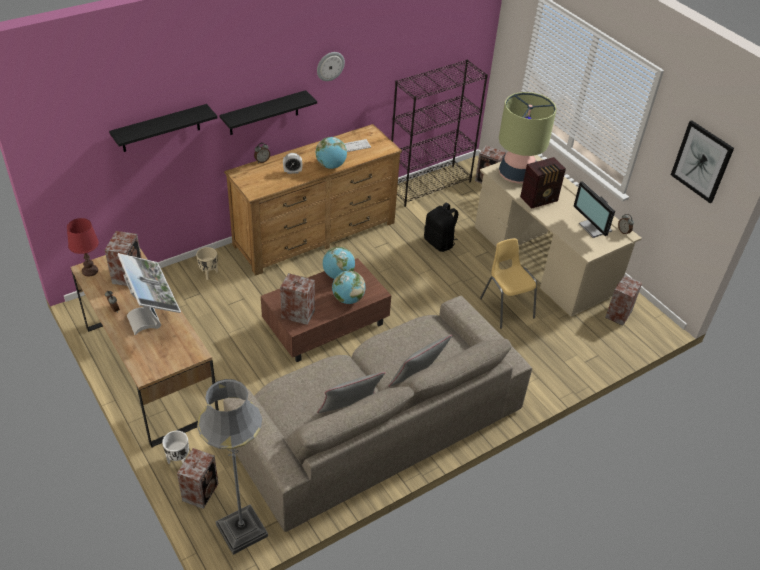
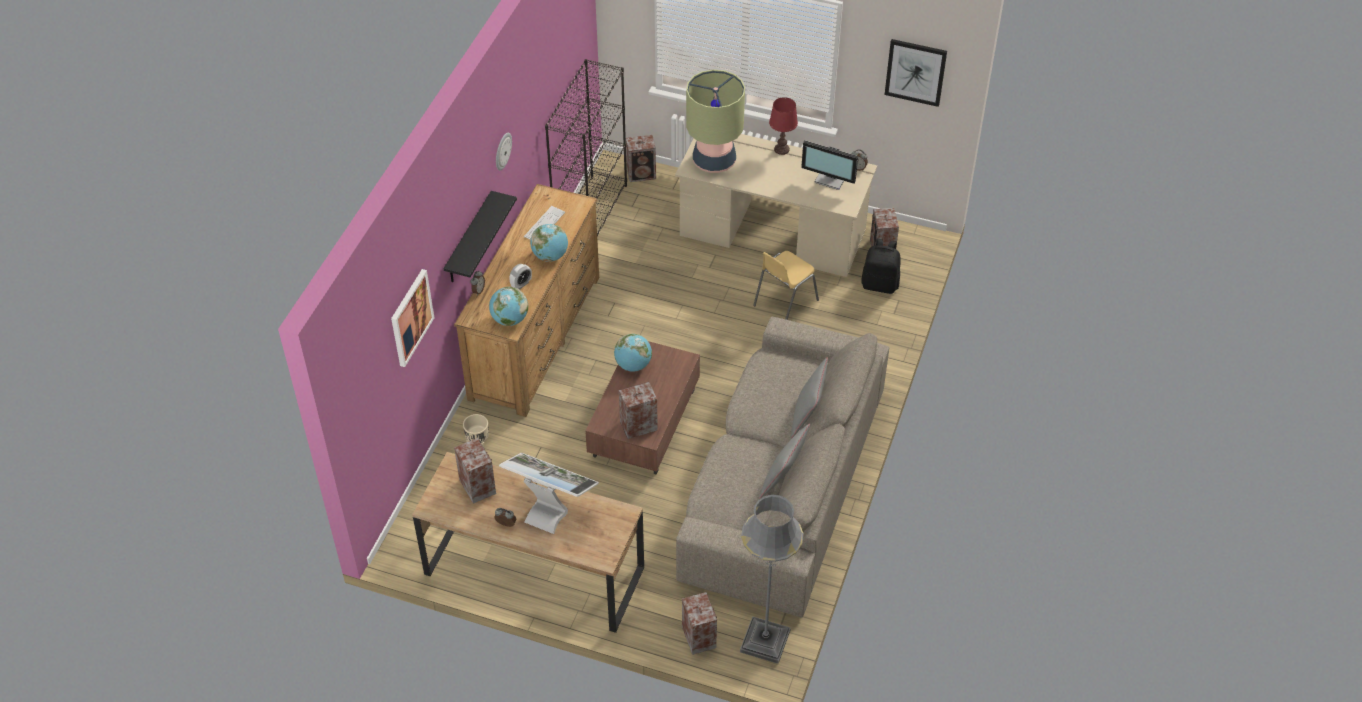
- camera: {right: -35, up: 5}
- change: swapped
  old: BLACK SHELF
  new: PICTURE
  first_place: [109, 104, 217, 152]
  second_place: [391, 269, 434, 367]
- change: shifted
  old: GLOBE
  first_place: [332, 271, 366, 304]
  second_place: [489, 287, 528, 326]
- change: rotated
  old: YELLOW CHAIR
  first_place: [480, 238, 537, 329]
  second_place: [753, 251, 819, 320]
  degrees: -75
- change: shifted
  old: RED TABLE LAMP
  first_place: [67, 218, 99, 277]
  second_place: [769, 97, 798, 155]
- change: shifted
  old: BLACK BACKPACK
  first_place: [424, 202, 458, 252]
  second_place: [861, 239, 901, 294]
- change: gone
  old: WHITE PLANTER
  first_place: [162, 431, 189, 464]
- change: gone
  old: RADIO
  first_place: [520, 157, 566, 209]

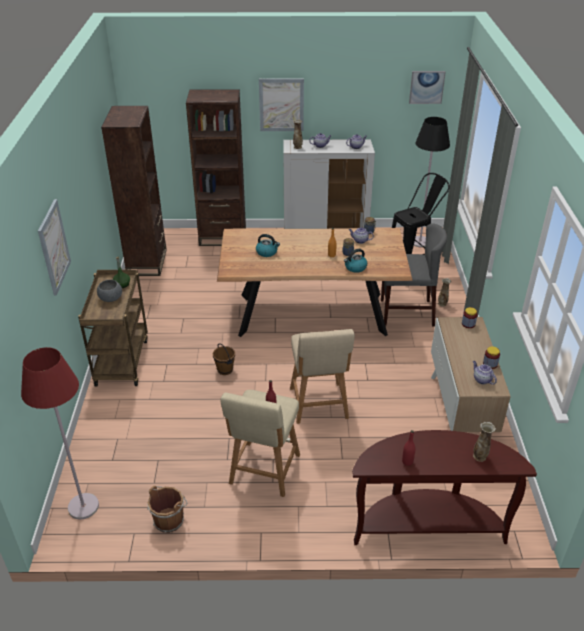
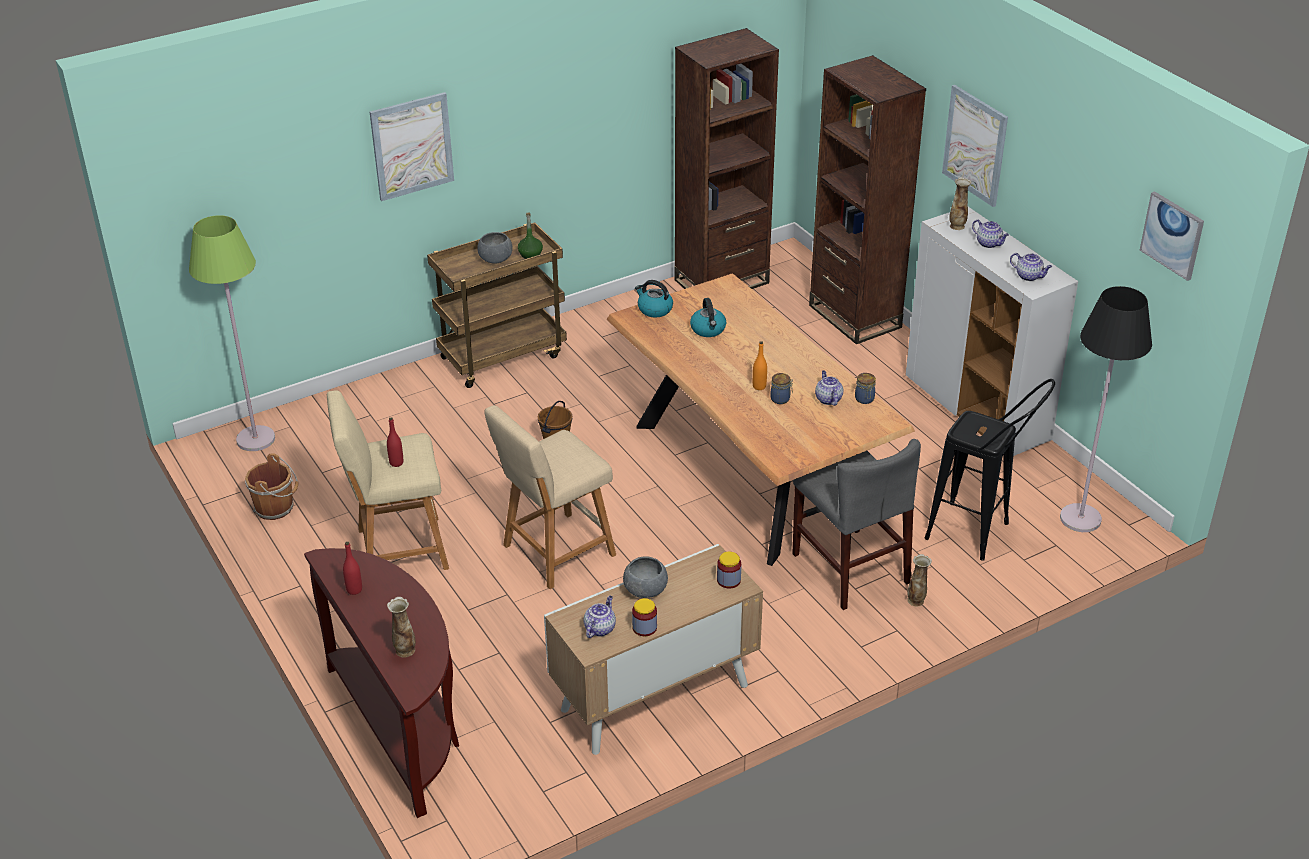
- camera: {right: 60, up: 0}
- change: repainted
  old: RED FLOOR LAMP
  new: GREEN FLOOR LAMP
  first_place: [21, 347, 99, 519]
  second_place: [189, 215, 275, 451]
- change: new
  new: GREY BOWL
  second_place: [623, 556, 668, 598]
- change: shifted
  old: KETTLE
  first_place: [344, 249, 367, 273]
  second_place: [635, 280, 673, 318]

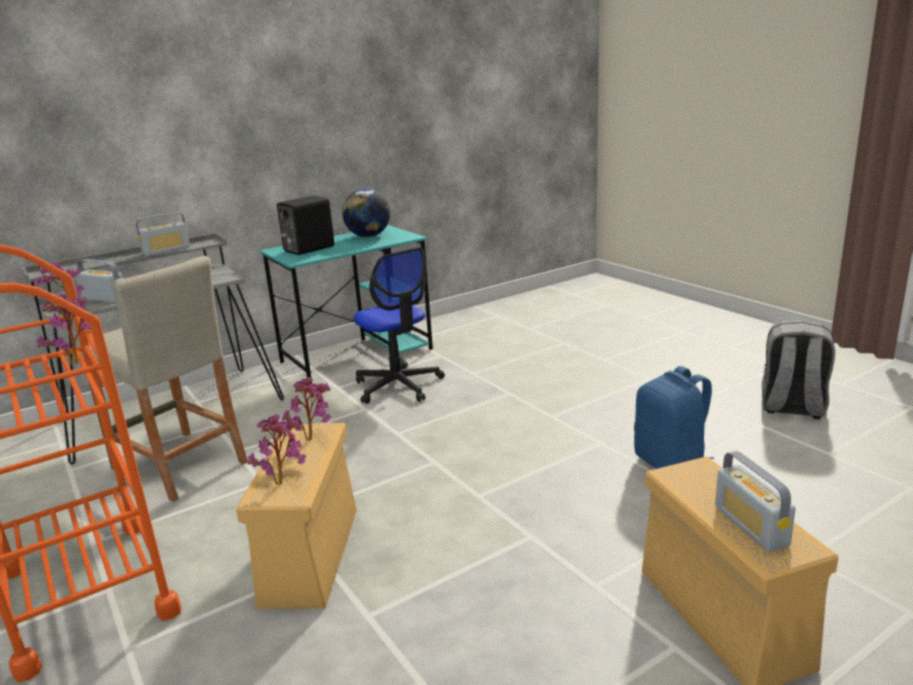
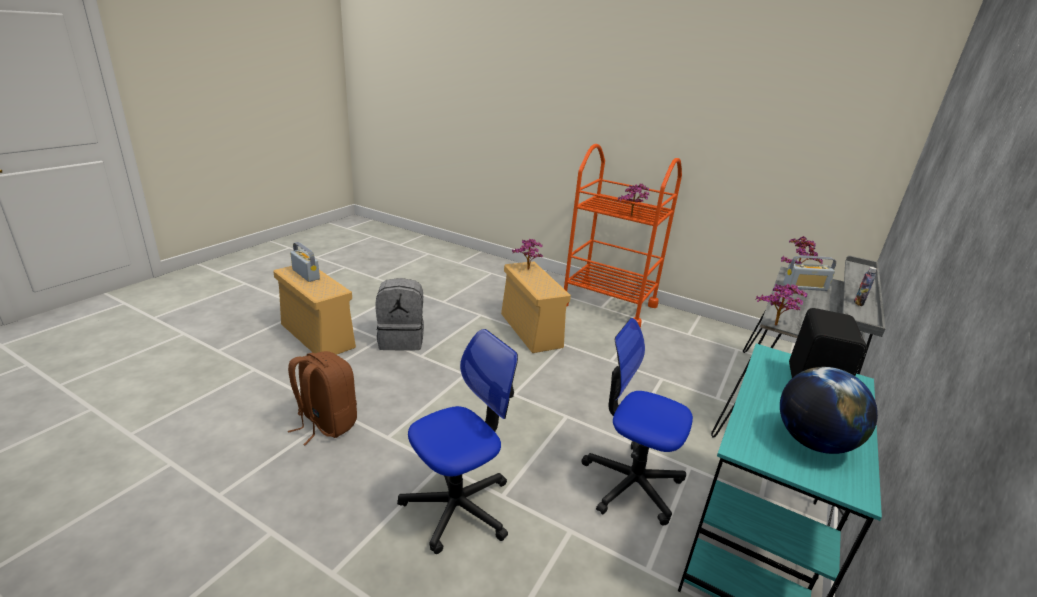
- camera: {right: 150, up: 5}
- change: repainted
  old: BLUE BACKPACK
  new: BROWN BACKPACK
  first_place: [634, 366, 714, 469]
  second_place: [288, 351, 357, 445]
- change: shifted
  old: GREY BACKPACK
  first_place: [762, 320, 835, 419]
  second_place: [376, 278, 424, 350]
- change: new
  new: OFFICE CHAIR
  second_place: [397, 329, 518, 554]
- change: shifted
  old: POTTED PLANT
  first_place: [282, 377, 331, 441]
  second_place: [756, 283, 807, 325]
- change: swapped
  old: RADIO
  new: BOTTLE
  first_place: [136, 212, 190, 256]
  second_place: [854, 267, 877, 306]
- change: gone
  old: BEIGE STOOL
  first_place: [80, 256, 248, 502]

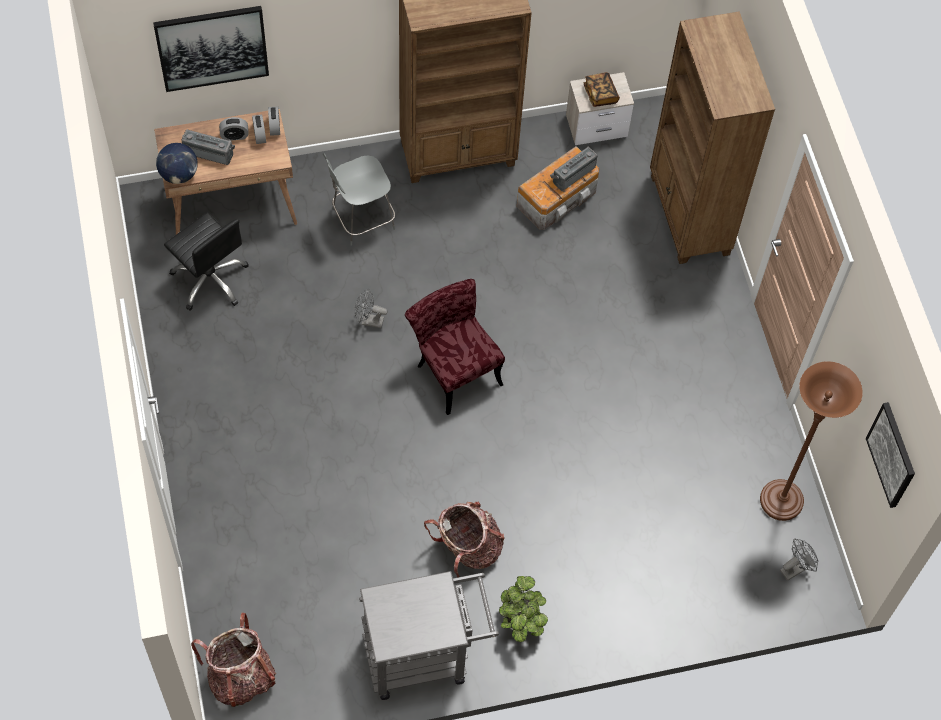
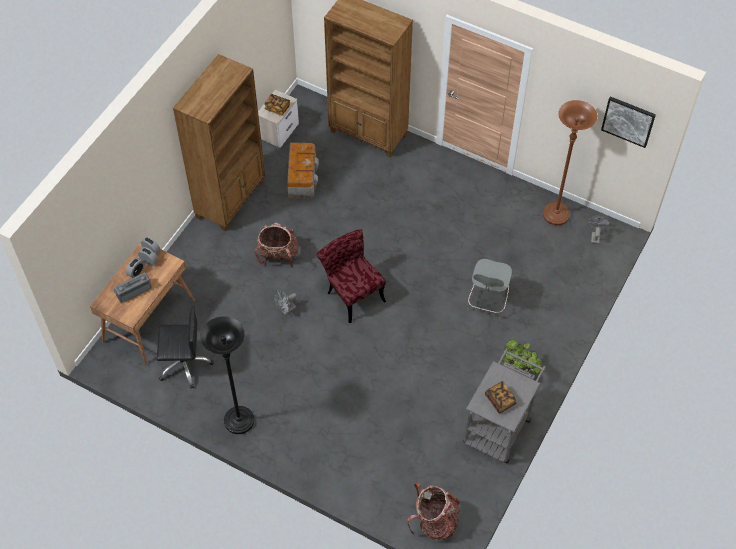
- camera: {right: -45, up: -5}
- change: new
  new: BLACK FLOOR LAMP
  second_place: [200, 316, 254, 434]
- change: shifted
  old: BACKPACK
  first_place: [424, 501, 505, 578]
  second_place: [255, 222, 298, 268]
- change: rotated
  old: RED CHAIR
  first_place: [405, 279, 505, 415]
  second_place: [317, 229, 386, 323]
  degrees: 45
- change: shifted
  old: GREY CHAIR
  first_place: [323, 153, 395, 245]
  second_place: [468, 259, 512, 319]
- change: new
  new: BOOK
  second_place: [485, 381, 516, 413]
- change: gone
  old: PICTURE
  first_place: [153, 6, 269, 92]
- change: gone
  old: GLOBE
  first_place: [156, 143, 198, 184]
- change: gone
  old: RADIO
  first_place: [550, 147, 597, 191]

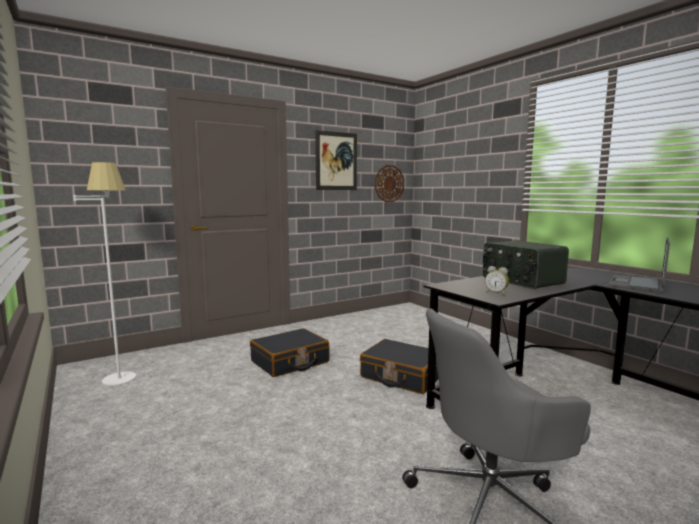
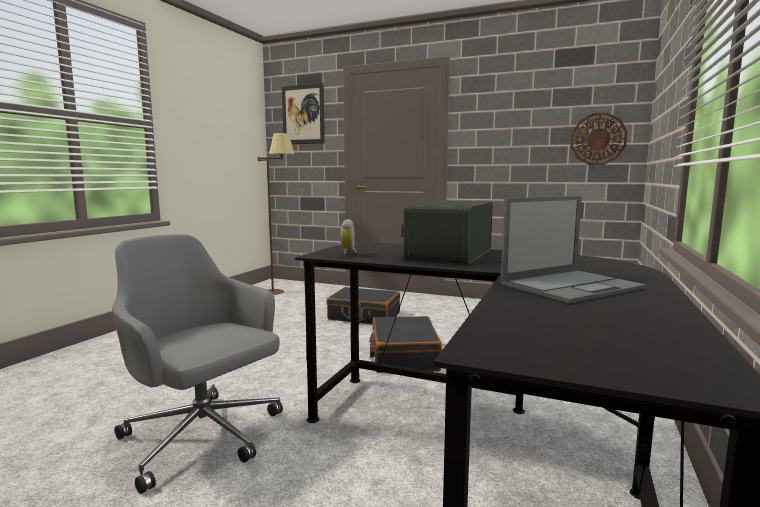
- camera: {right: 55, up: 0}
- change: repainted
  old: WHITE FLOOR LAMP
  new: BROWN FLOOR LAMP
  first_place: [73, 162, 136, 385]
  second_place: [258, 133, 294, 295]
- change: shifted
  old: PICTURE
  first_place: [315, 130, 357, 190]
  second_place: [282, 83, 325, 144]
- change: rotated
  old: LAPTOP
  first_place: [609, 237, 670, 292]
  second_place: [500, 196, 647, 304]
  degrees: 150

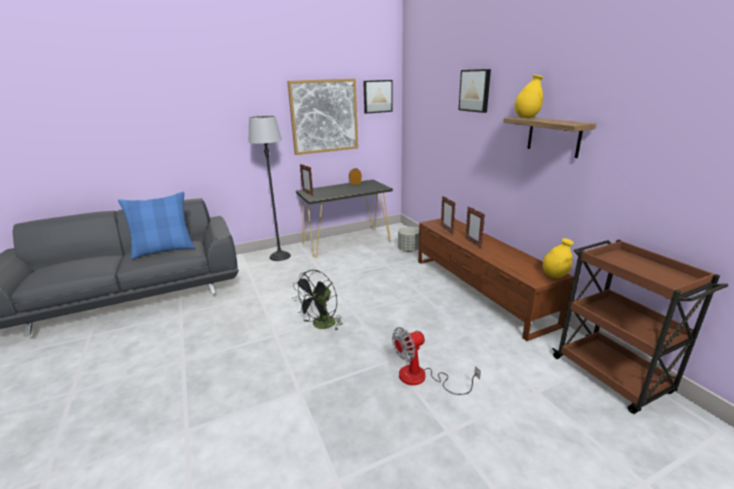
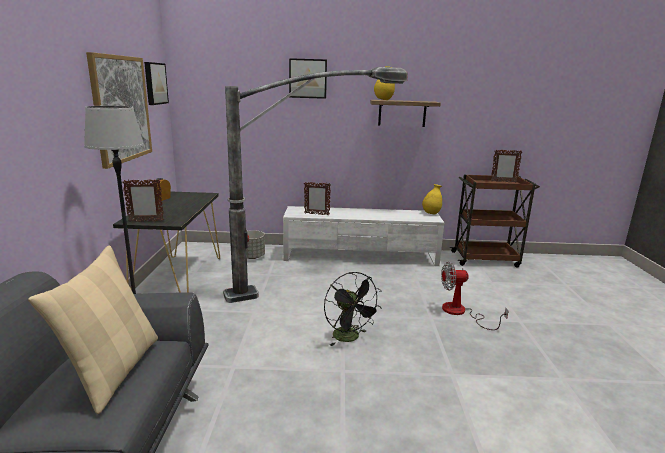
- camera: {right: -65, up: -5}
- change: repainted
  old: BLUE PILLOW
  new: BEIGE PILLOW
  first_place: [118, 192, 195, 259]
  second_place: [28, 245, 158, 414]
- change: new
  new: FLOOR LAMP
  second_place: [223, 67, 408, 303]
- change: repainted
  old: BROWN TV STAND
  new: WHITE TV STAND
  first_place: [418, 218, 574, 341]
  second_place: [283, 206, 444, 266]
- change: rotated
  old: FAN
  first_place: [392, 327, 481, 395]
  second_place: [441, 262, 509, 330]
  degrees: 90
- change: shifted
  old: PICTURE FRAME
  first_place: [466, 206, 485, 248]
  second_place: [491, 150, 522, 183]

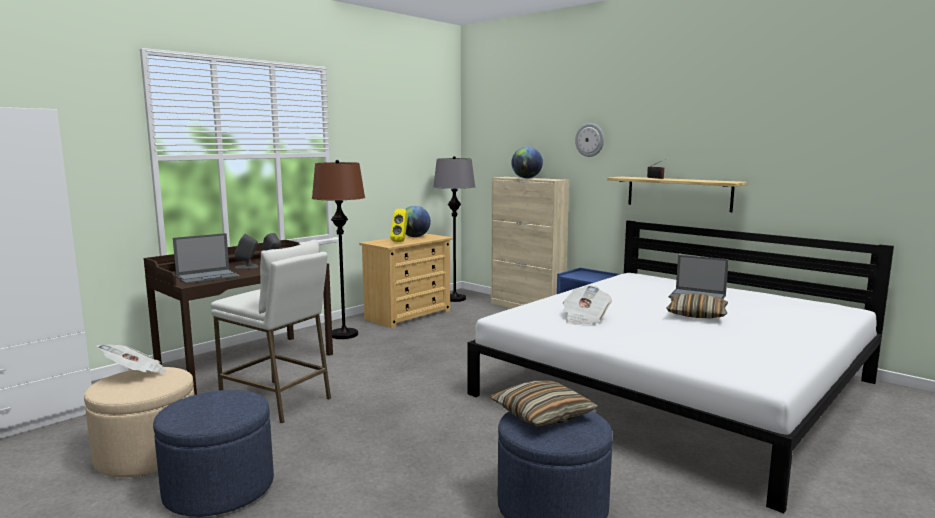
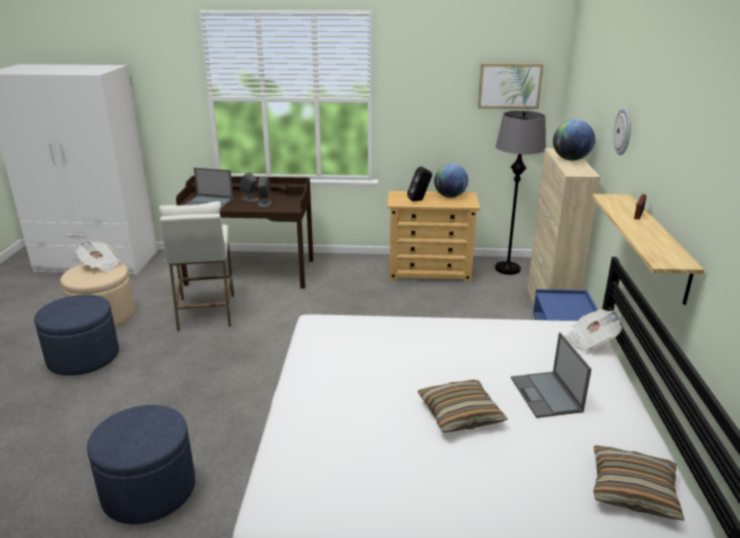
- camera: {right: 50, up: 15}
- change: repainted
  old: YELLOW SPEAKER
  new: BLACK SPEAKER
  first_place: [390, 209, 408, 242]
  second_place: [407, 166, 432, 201]
- change: new
  new: PICTURE
  second_place: [478, 63, 544, 109]
- change: shifted
  old: NEWSPAPER
  first_place: [563, 285, 612, 325]
  second_place: [564, 309, 622, 351]
- change: shifted
  old: PILLOW
  first_place: [491, 381, 599, 427]
  second_place: [593, 445, 685, 521]
- change: gone
  old: BROWN FLOOR LAMP
  first_place: [312, 160, 365, 339]

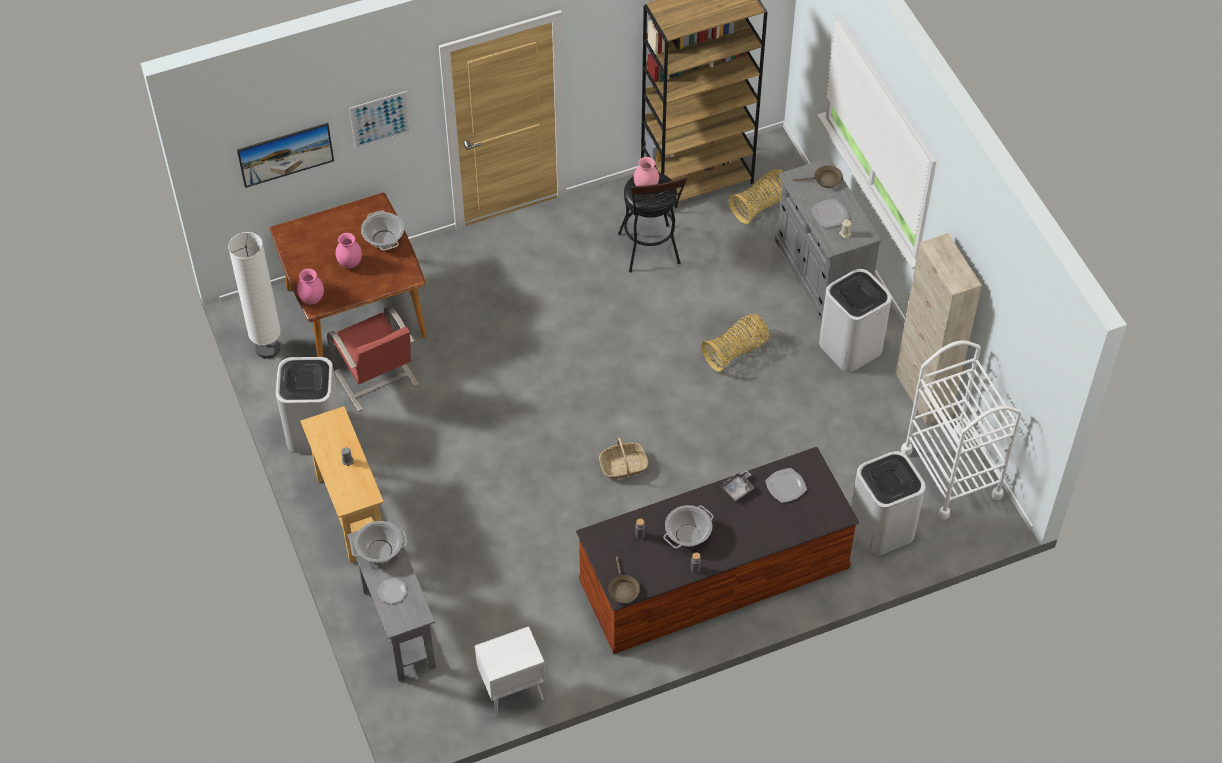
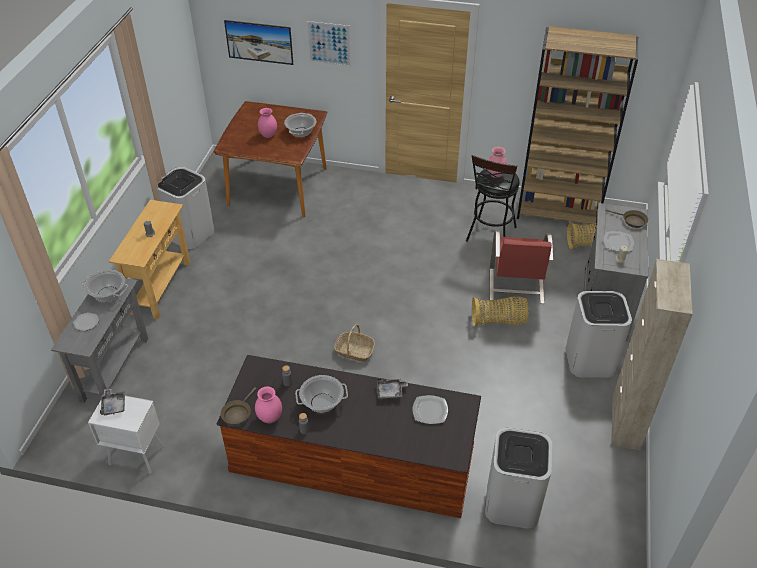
- camera: {right: 35, up: -10}
- change: new
  new: GREY TRAY
  second_place: [100, 389, 125, 415]
- change: shifted
  old: PINK VASE
  first_place: [297, 269, 324, 305]
  second_place: [255, 387, 282, 423]
- change: shifted
  old: RED CHAIR
  first_place: [327, 306, 419, 411]
  second_place: [489, 230, 554, 304]
- change: gone
  old: WHITE FLOOR LAMP
  first_place: [228, 232, 281, 359]
- change: gone
  old: WHITE CART
  first_place: [901, 340, 1022, 520]

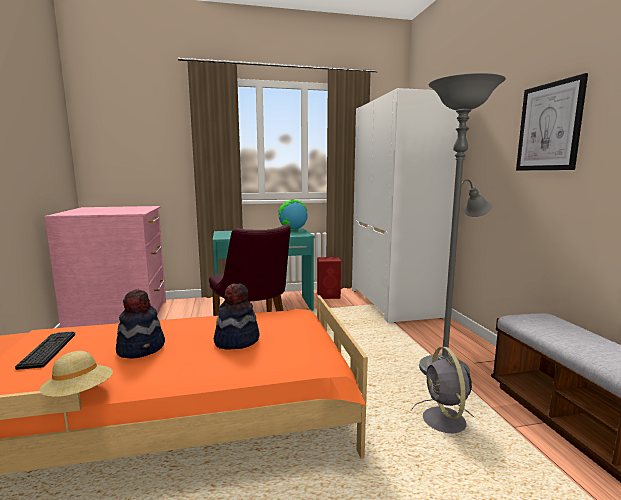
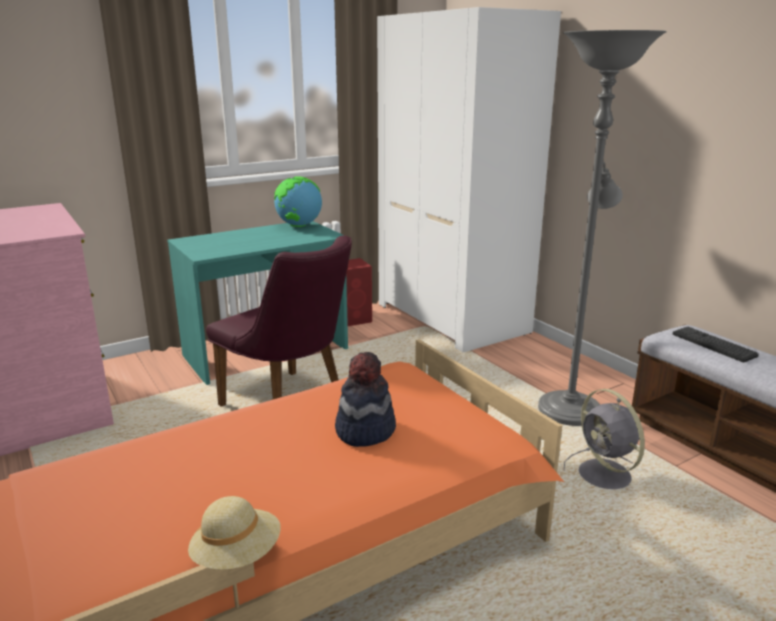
- camera: {right: -20, up: 10}
- change: shifted
  old: KEYBOARD
  first_place: [15, 331, 75, 370]
  second_place: [672, 327, 759, 362]
- change: gone
  old: HAT
  first_place: [116, 289, 165, 358]
- change: gone
  old: PICTURE
  first_place: [516, 73, 588, 170]

